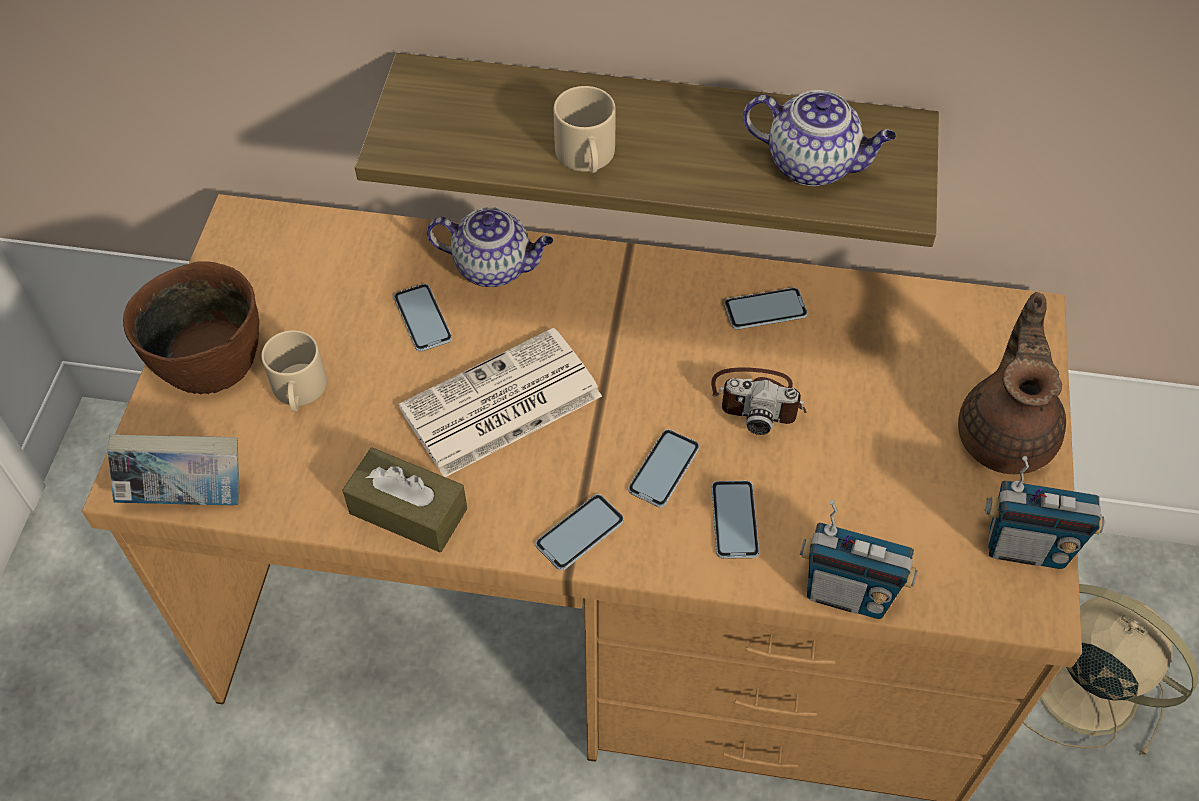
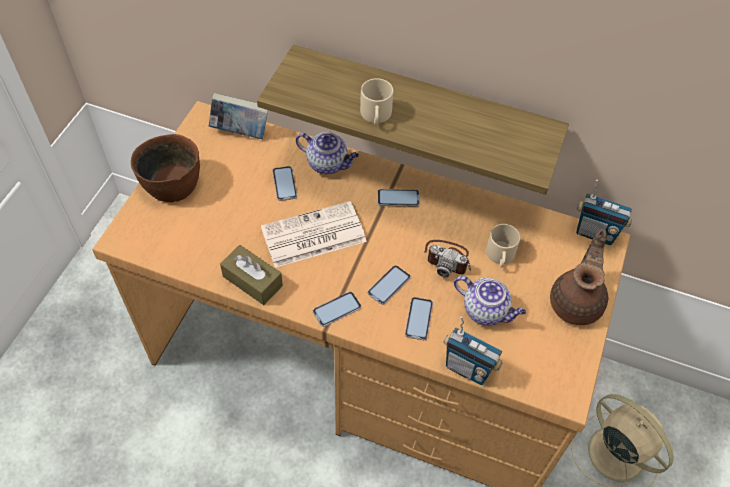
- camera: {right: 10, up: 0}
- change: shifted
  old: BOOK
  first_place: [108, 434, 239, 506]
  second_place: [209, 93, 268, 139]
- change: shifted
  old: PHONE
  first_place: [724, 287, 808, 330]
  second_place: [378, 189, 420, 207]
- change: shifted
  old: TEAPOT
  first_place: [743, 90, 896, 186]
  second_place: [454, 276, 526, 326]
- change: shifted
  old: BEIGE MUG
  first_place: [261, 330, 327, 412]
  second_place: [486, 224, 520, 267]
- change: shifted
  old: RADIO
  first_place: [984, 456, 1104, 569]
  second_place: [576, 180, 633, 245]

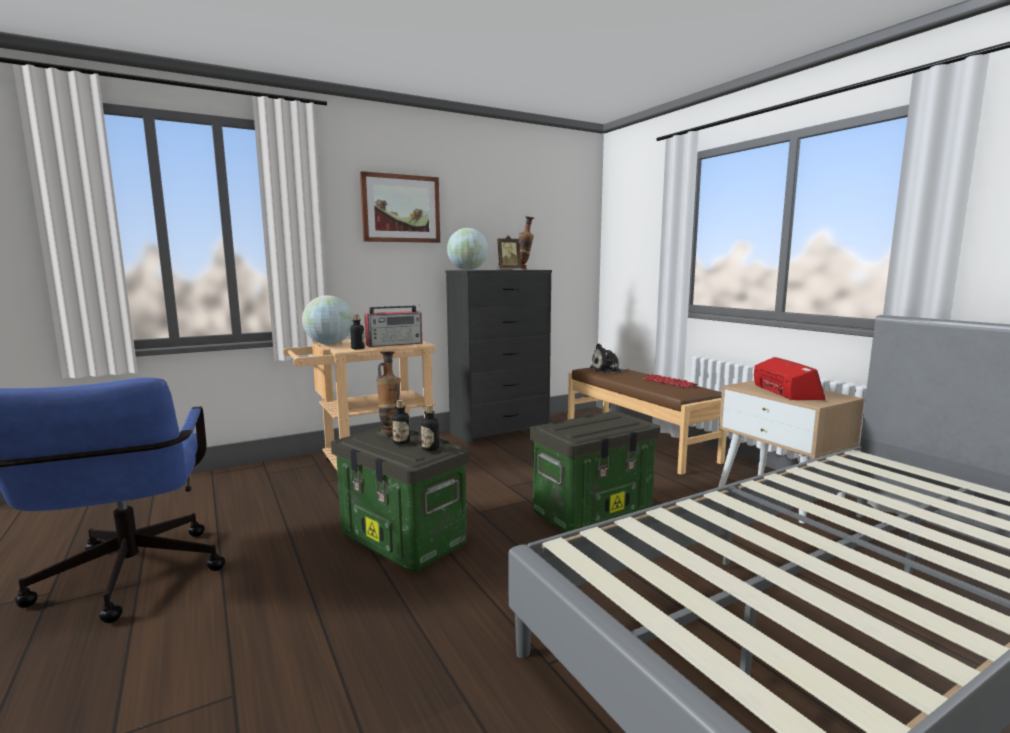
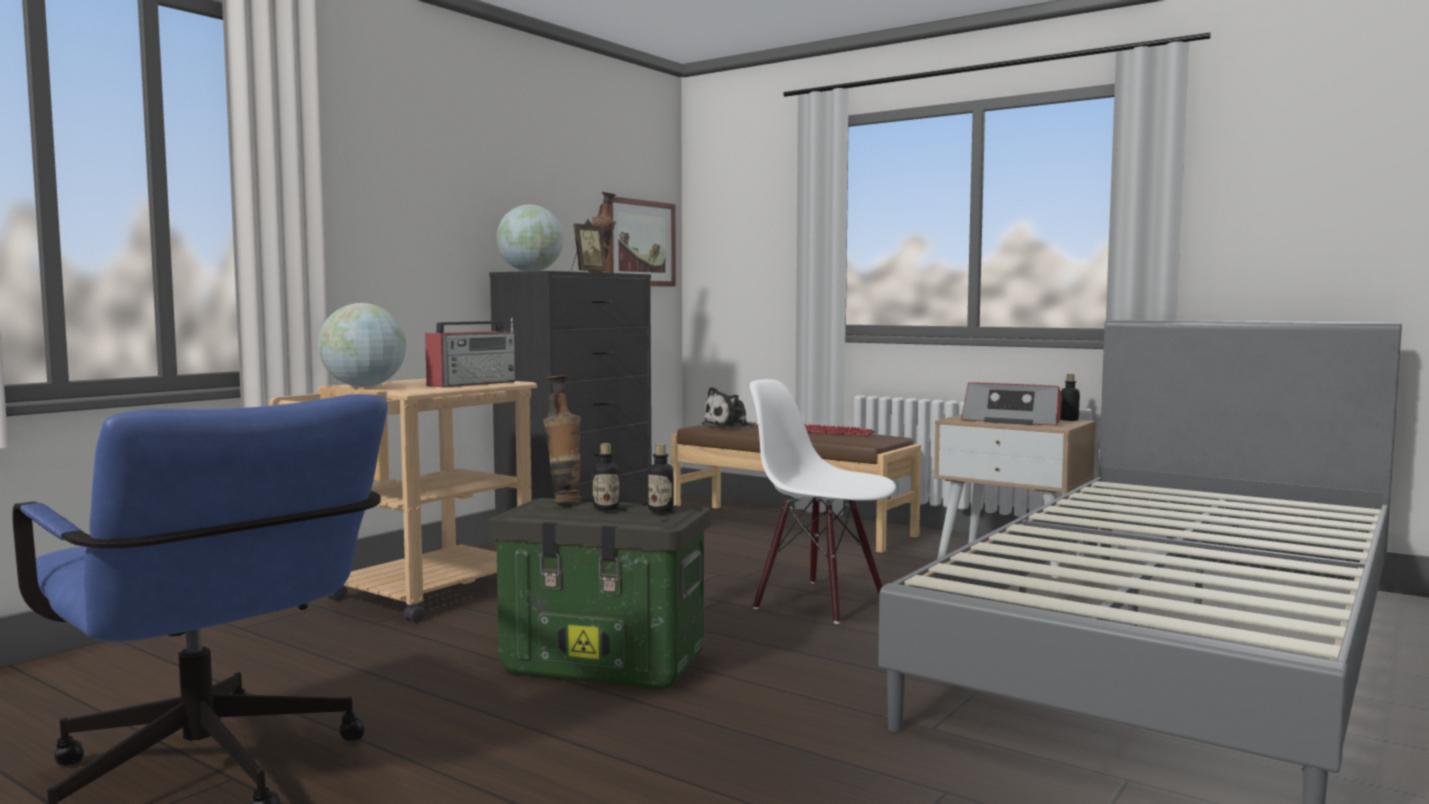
- camera: {right: -25, up: -5}
- change: shifted
  old: PICTURE
  first_place: [360, 171, 440, 243]
  second_place: [605, 197, 676, 287]
- change: swapped
  old: STORAGE BOX
  new: WHITE CHAIR
  first_place: [529, 411, 661, 533]
  second_place: [750, 379, 896, 624]
- change: rotated
  old: RADIO
  first_place: [754, 357, 826, 401]
  second_place: [961, 382, 1062, 426]
  degrees: 150
- change: shifted
  old: BOTTLE
  first_place: [350, 315, 365, 349]
  second_place: [1060, 374, 1080, 421]

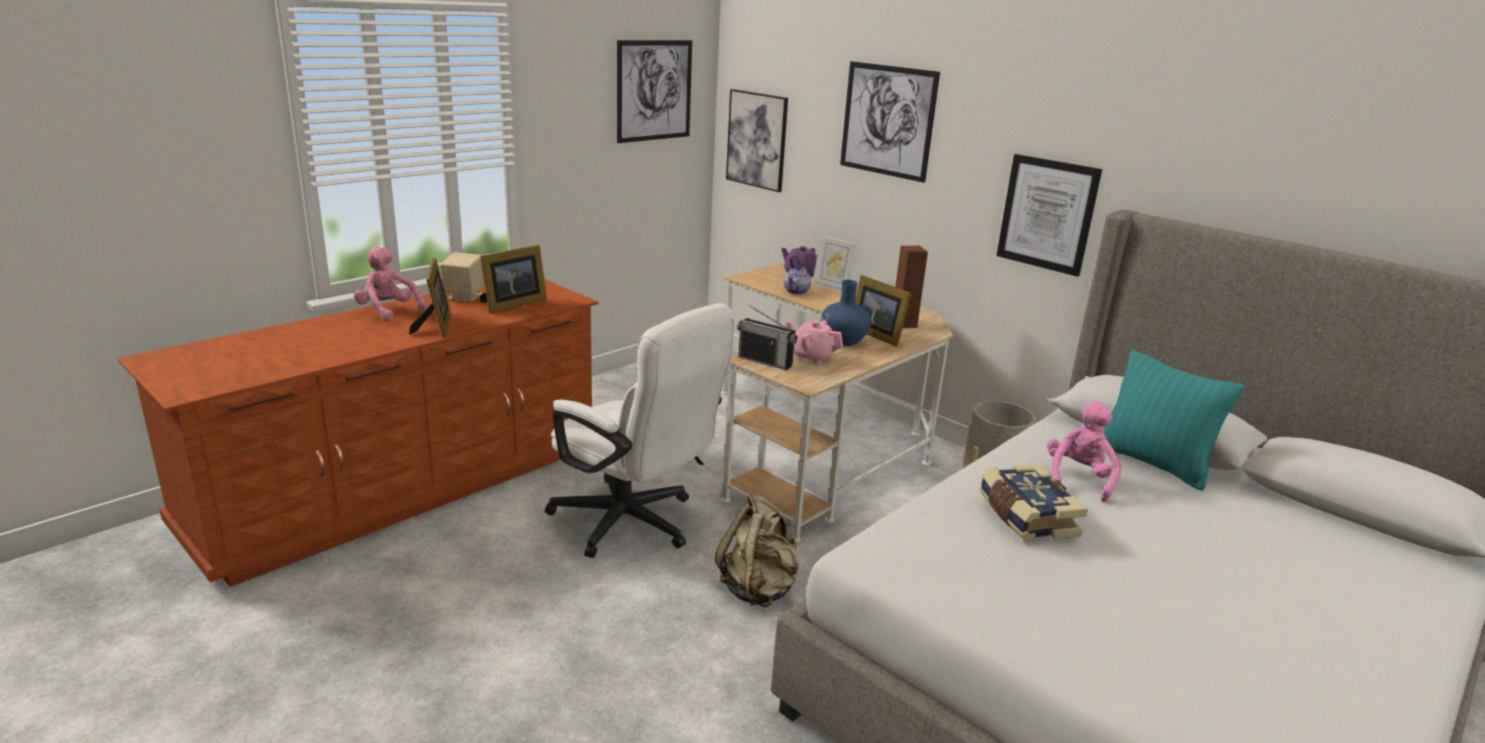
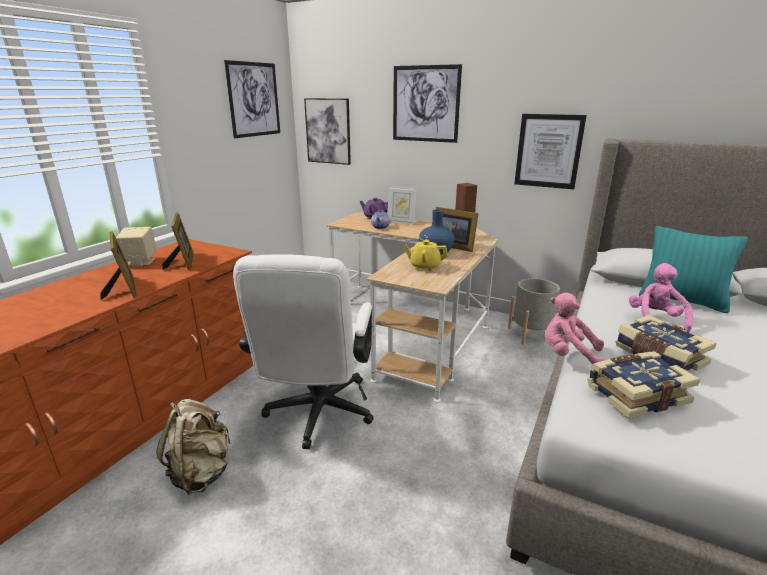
- camera: {right: -15, up: 0}
- change: shifted
  old: BEIGE BACKPACK
  first_place: [715, 495, 799, 607]
  second_place: [156, 399, 231, 495]
- change: rotated
  old: PICTURE FRAME
  first_place: [480, 245, 547, 313]
  second_place: [162, 212, 193, 270]
  degrees: -45
- change: rotated
  old: WHITE OFFICE CHAIR
  first_place: [545, 303, 735, 558]
  second_place: [233, 254, 374, 449]
  degrees: 75
- change: repainted
  old: PINK TEAPOT
  new: YELLOW TEAPOT
  first_place: [786, 320, 843, 364]
  second_place: [403, 240, 448, 271]
- change: shifted
  old: PINK PLUSH TOY
  first_place: [354, 246, 426, 322]
  second_place: [545, 293, 606, 364]
- change: new
  new: BOOK
  second_place: [587, 351, 700, 419]
- change: gone
  old: RADIO
  first_place: [737, 305, 797, 370]

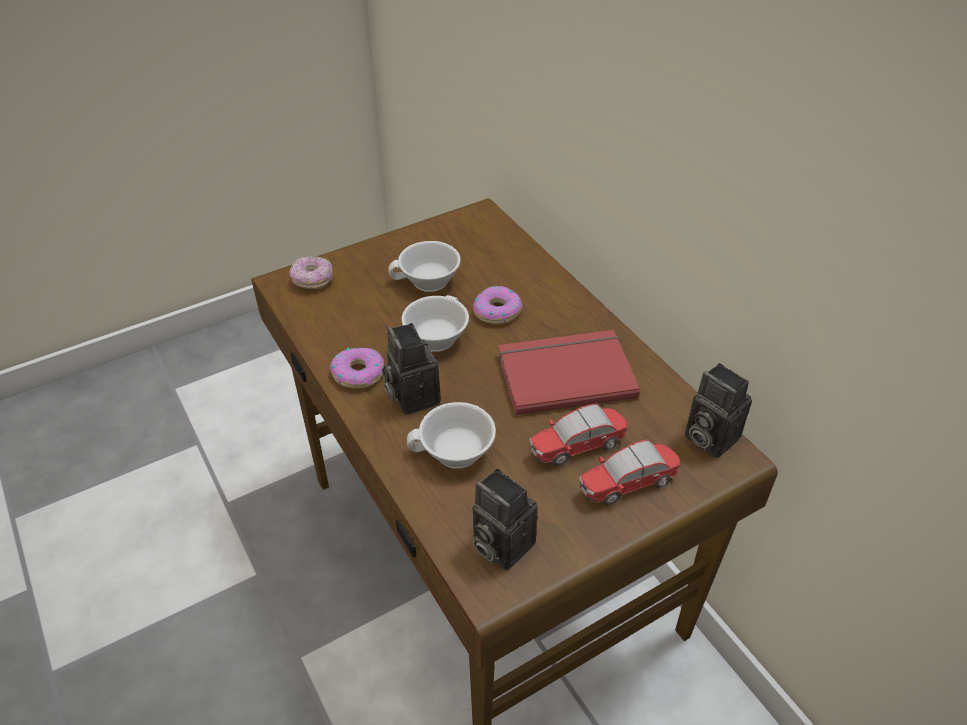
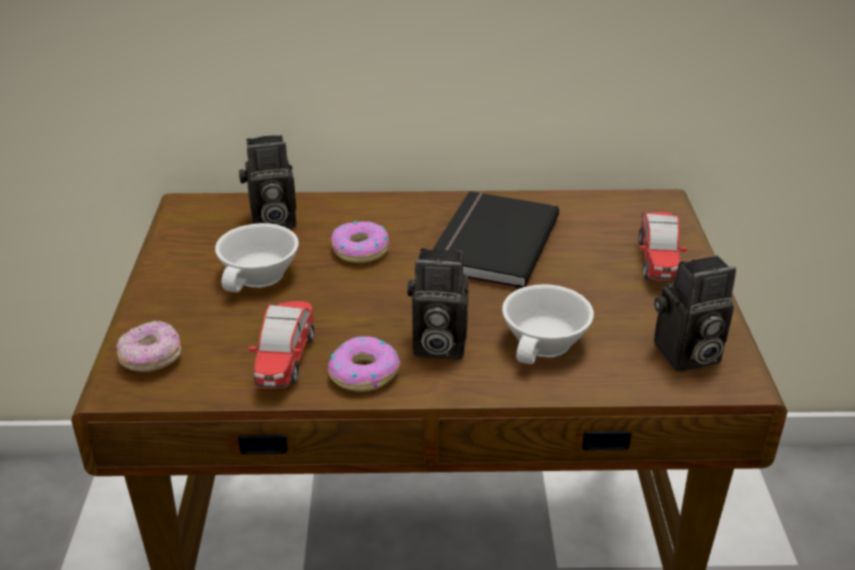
- camera: {right: -60, up: -10}
- change: shifted
  old: PHOTO CAMERA
  first_place: [685, 363, 752, 458]
  second_place: [239, 135, 296, 229]
- change: shifted
  old: TOY CAR
  first_place: [530, 403, 627, 466]
  second_place: [248, 301, 315, 389]
- change: repainted
  old: RED BOOK
  new: BLACK BOOK
  first_place: [498, 330, 640, 415]
  second_place: [432, 191, 559, 288]
- change: gone
  old: WHITE CUP
  first_place: [402, 295, 469, 352]

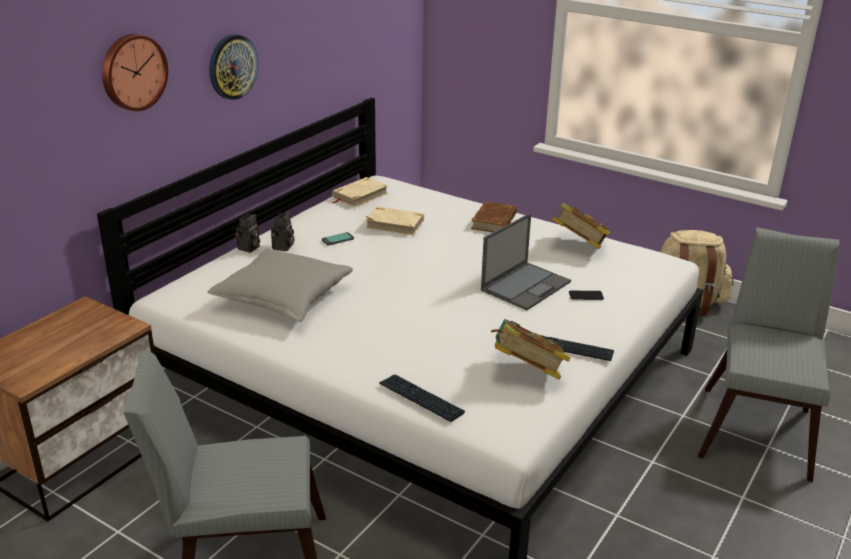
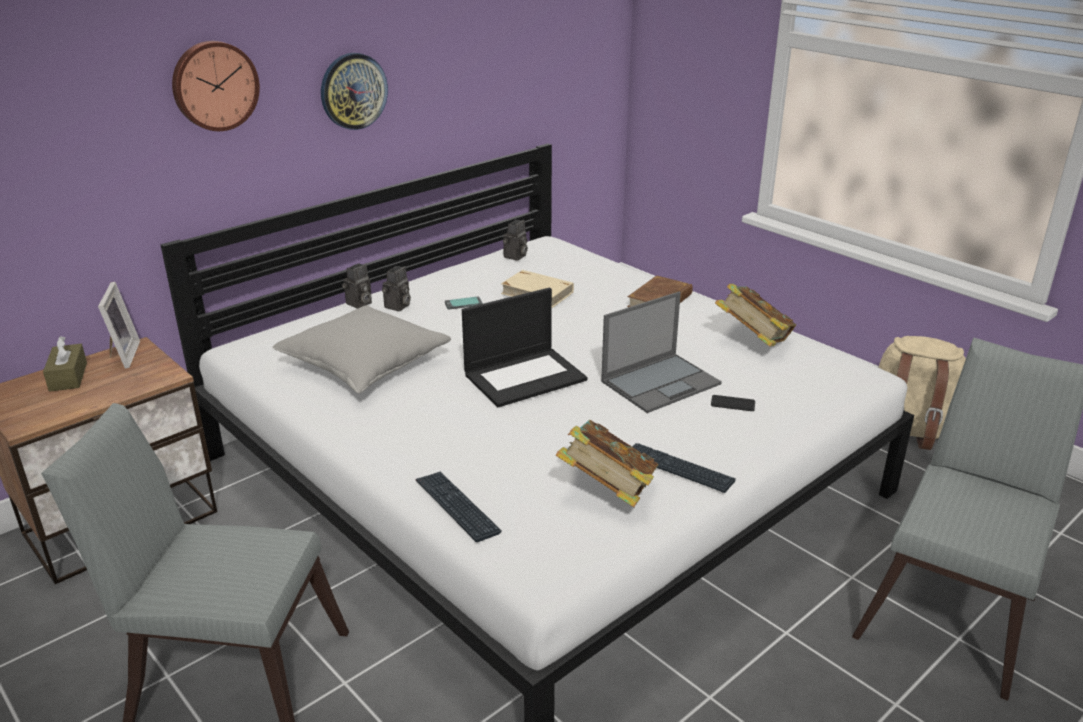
- camera: {right: 15, up: 0}
- change: new
  new: BROWN TISSUE BOX
  second_place: [43, 336, 87, 392]
- change: new
  new: PICTURE FRAME
  second_place: [98, 282, 140, 369]
- change: new
  new: LAPTOP
  second_place: [462, 288, 587, 407]
- change: swapped
  old: BEIGE BOOK
  new: PHOTO CAMERA
  first_place: [332, 177, 388, 207]
  second_place: [503, 220, 528, 261]

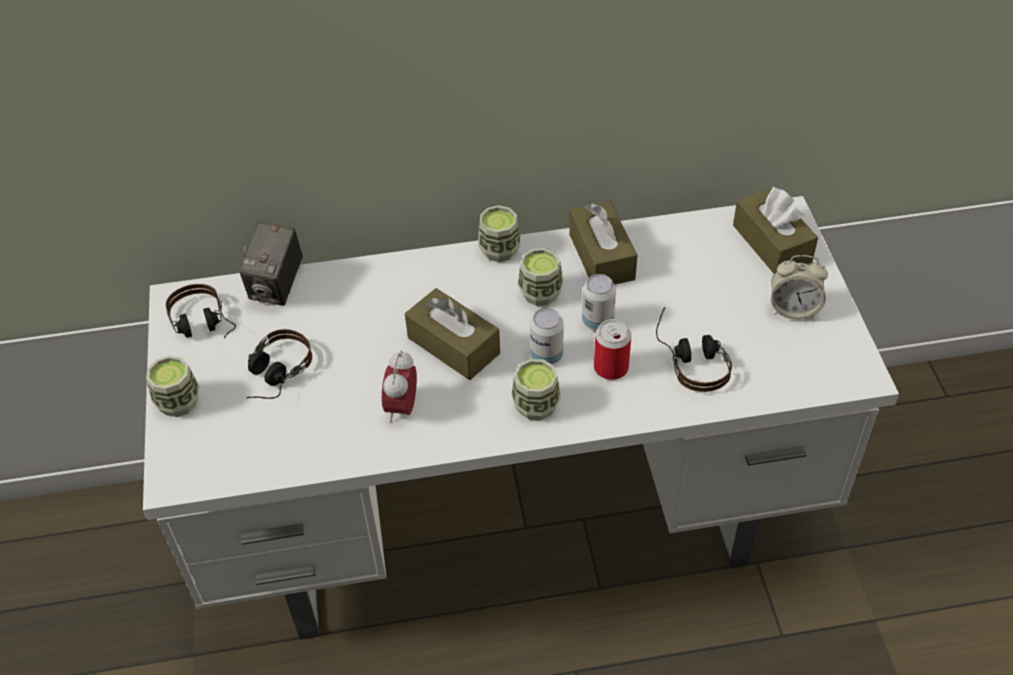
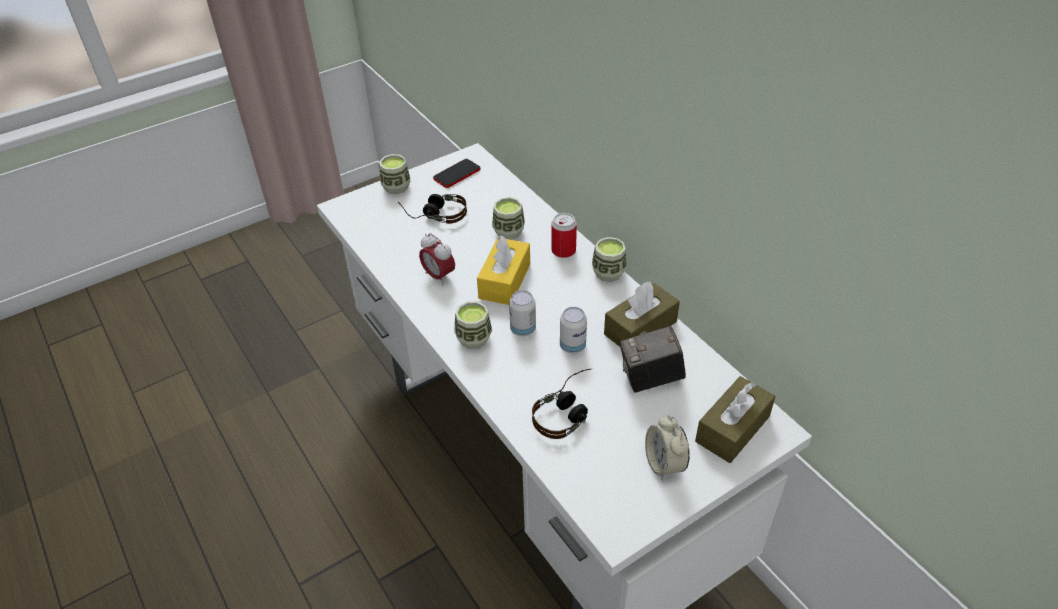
- camera: {right: 65, up: -5}
- change: rotated
  old: ALARM CLOCK
  first_place: [382, 350, 417, 422]
  second_place: [419, 233, 455, 286]
  degrees: -120
- change: swapped
  old: HEADPHONES
  new: PHONE
  first_place: [166, 284, 236, 338]
  second_place: [433, 159, 480, 188]
- change: repainted
  old: BROWN TISSUE BOX
  new: YELLOW TISSUE BOX
  first_place: [405, 288, 500, 380]
  second_place: [477, 235, 530, 305]
- change: shifted
  old: CUP
  first_place: [518, 248, 563, 306]
  second_place: [492, 197, 525, 240]
- change: shifted
  old: CAN
  first_place: [594, 319, 631, 380]
  second_place: [551, 213, 577, 258]
- change: shifted
  old: PHOTO CAMERA
  first_place: [239, 221, 303, 306]
  second_place: [620, 326, 686, 392]

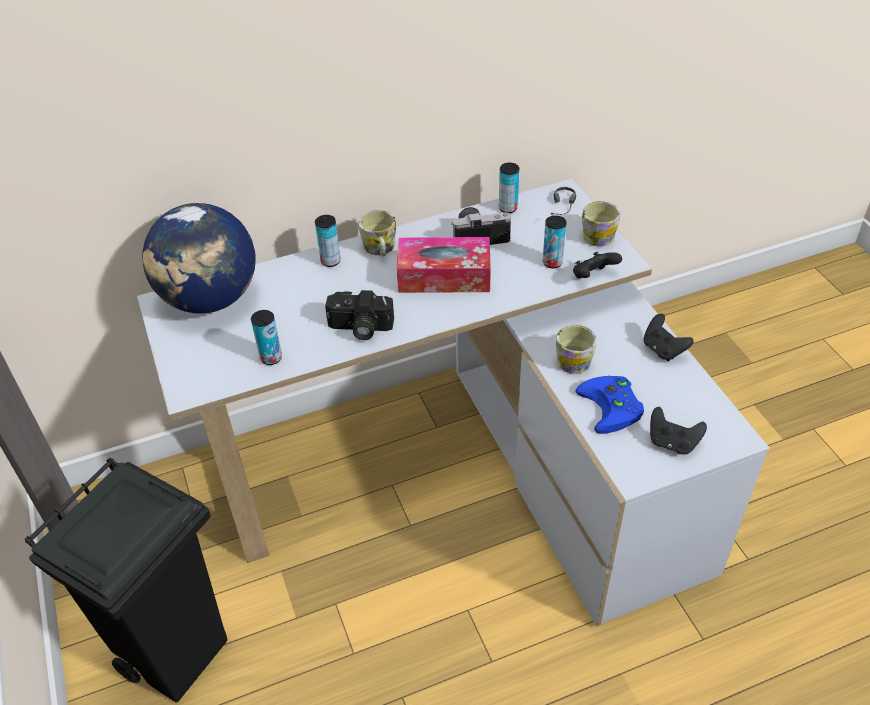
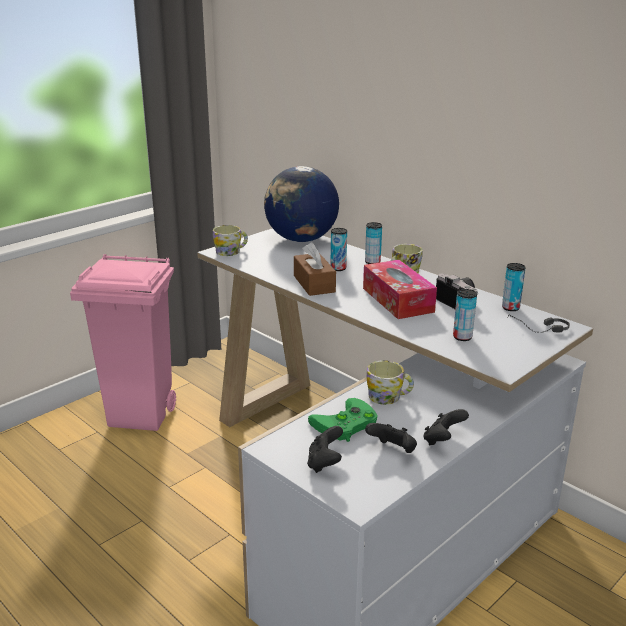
- camera: {right: 65, up: -20}
- change: repainted
  old: BLACK TRASH CAN
  new: PINK TRASH CAN
  first_place: [25, 458, 227, 703]
  second_place: [70, 254, 176, 431]
- change: shifted
  old: MUG
  first_place: [582, 201, 620, 247]
  second_place: [213, 225, 248, 256]
- change: swapped
  old: PHOTO CAMERA
  new: BROWN TISSUE BOX
  first_place: [325, 290, 394, 340]
  second_place: [294, 242, 336, 296]
- change: repainted
  old: BLUE GAME CONTROLLER
  new: GREEN GAME CONTROLLER
  first_place: [575, 376, 644, 434]
  second_place: [308, 398, 378, 442]
- change: shifted
  old: CAN
  first_place: [251, 310, 282, 365]
  second_place: [331, 228, 347, 271]
- change: shifted
  old: BLACK GAME CONTROLLER
  first_place: [573, 252, 622, 279]
  second_place: [365, 423, 417, 453]

